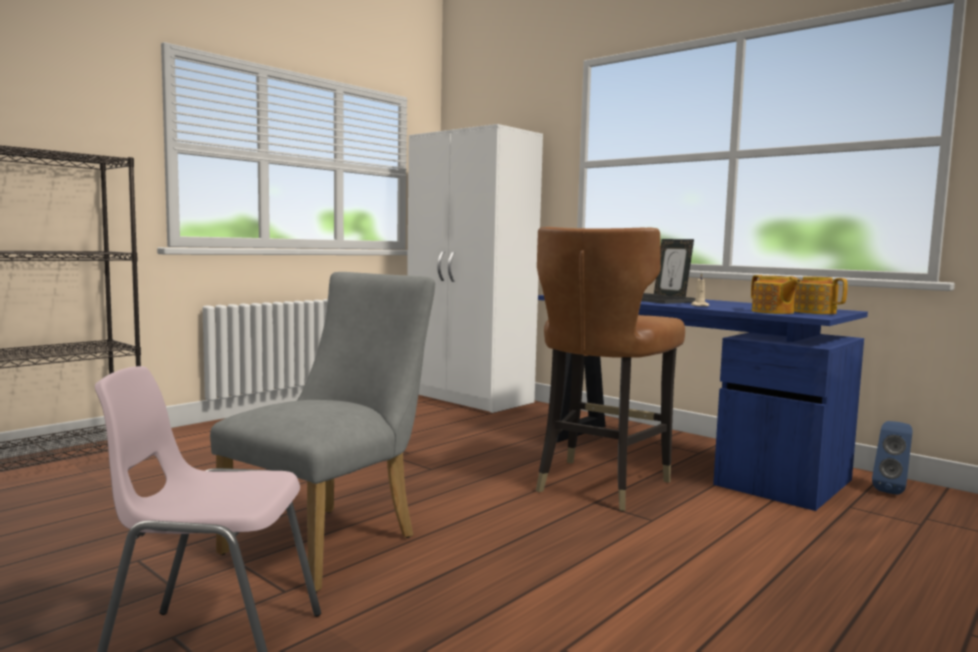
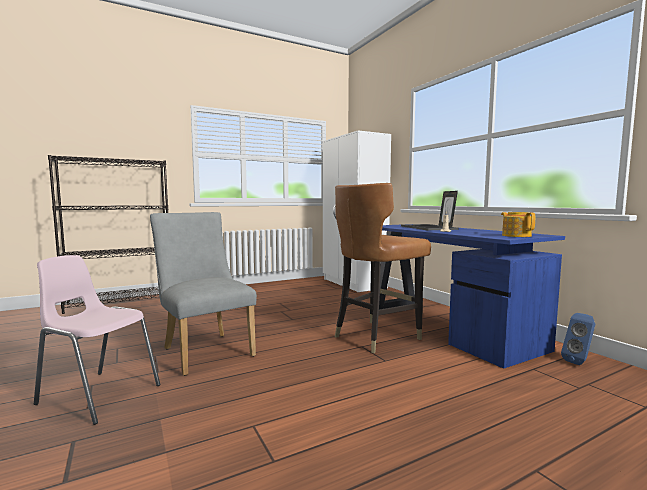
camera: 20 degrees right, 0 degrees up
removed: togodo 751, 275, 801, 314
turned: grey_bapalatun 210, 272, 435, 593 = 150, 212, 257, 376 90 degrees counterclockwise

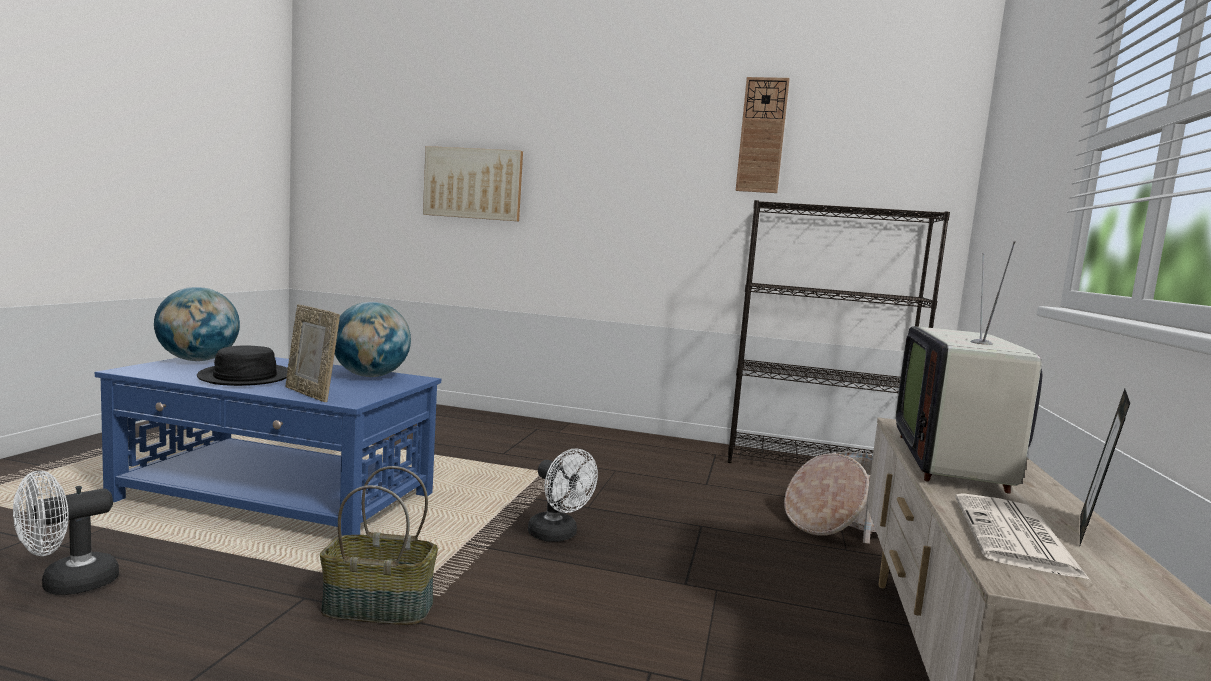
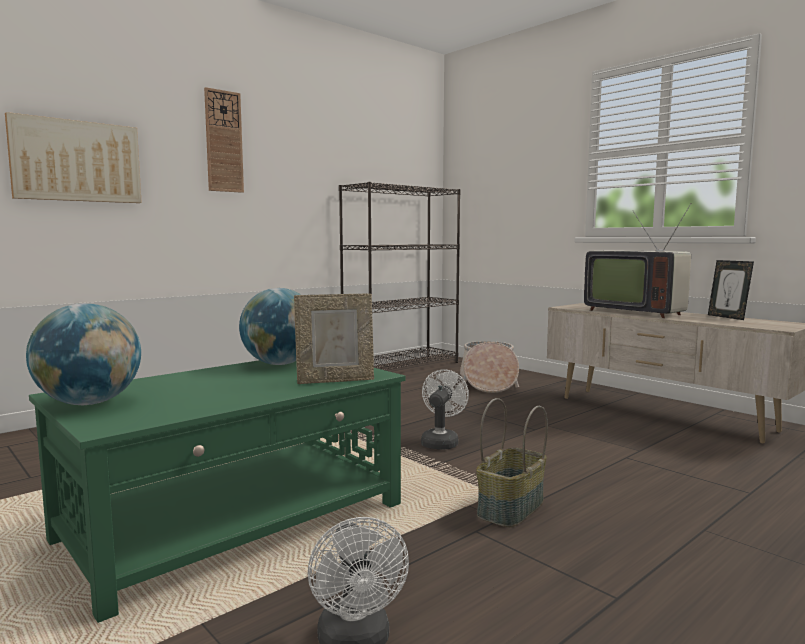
camera: 55 degrees left, 0 degrees up
removed: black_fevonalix 197, 346, 288, 386; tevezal 955, 493, 1091, 581
moved: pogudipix 735, 77, 790, 193 to 204, 87, 244, 193
recoloured: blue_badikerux 95, 357, 441, 536 to green_badikerux 29, 360, 405, 623
turned: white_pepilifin 528, 449, 598, 542 = 421, 369, 469, 450 60 degrees counterclockwise

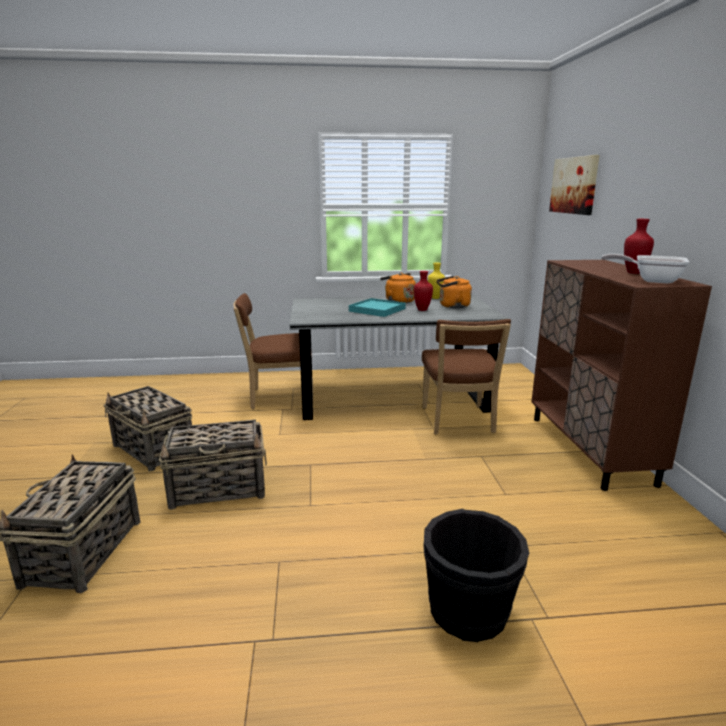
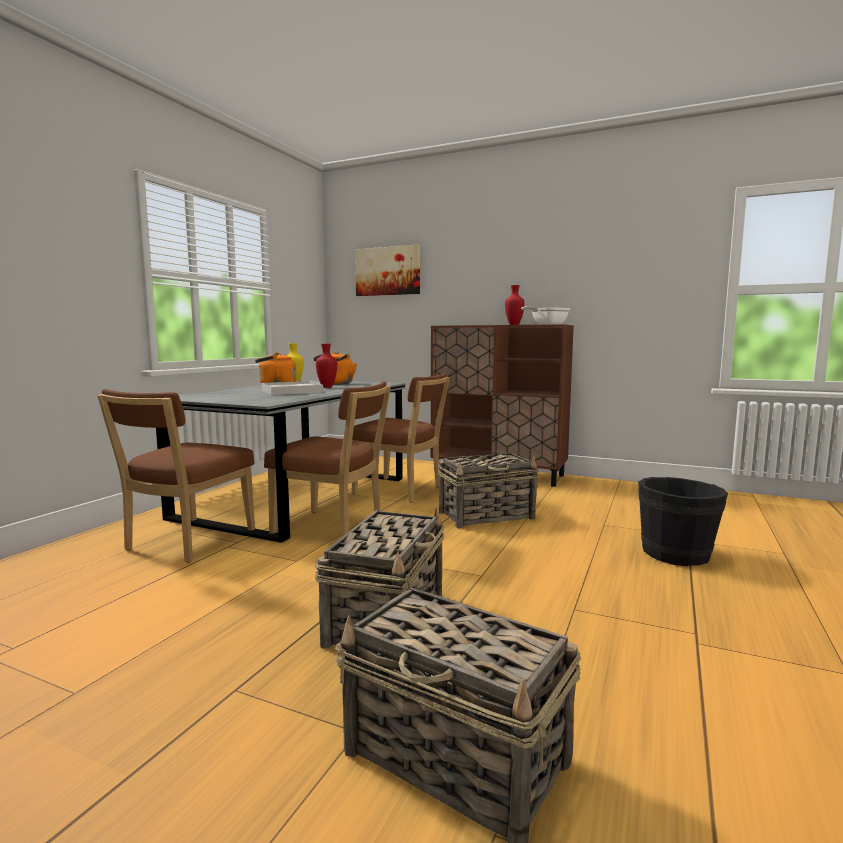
camera: 60 degrees left, 10 degrees down
added: brown_bapalatun 264, 381, 391, 537
moved: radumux 103, 386, 192, 471 to 438, 453, 539, 528
recoloured: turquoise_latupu 349, 298, 406, 317 to white_latupu 261, 381, 323, 395

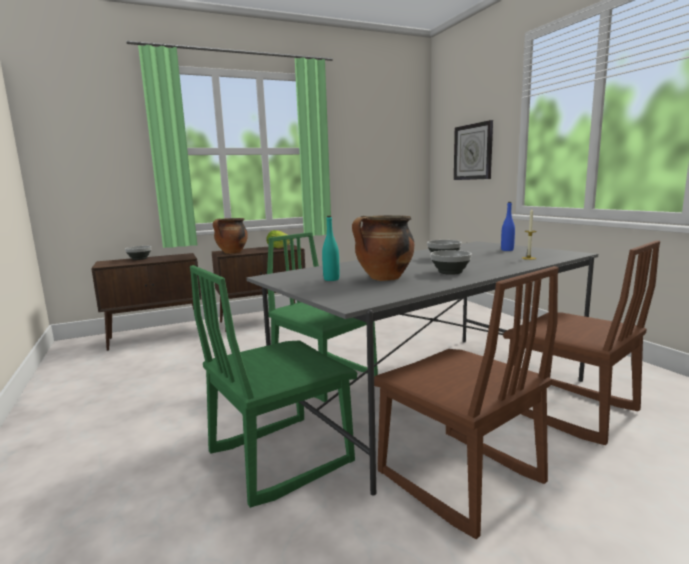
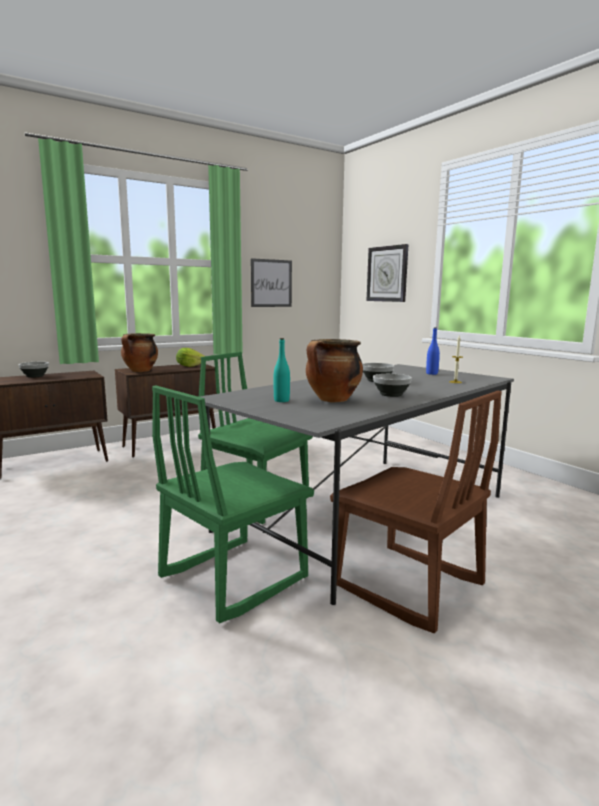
camera: 10 degrees left, 0 degrees up
removed: brown_bapalatun 503, 240, 660, 445
added: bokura 251, 258, 292, 307

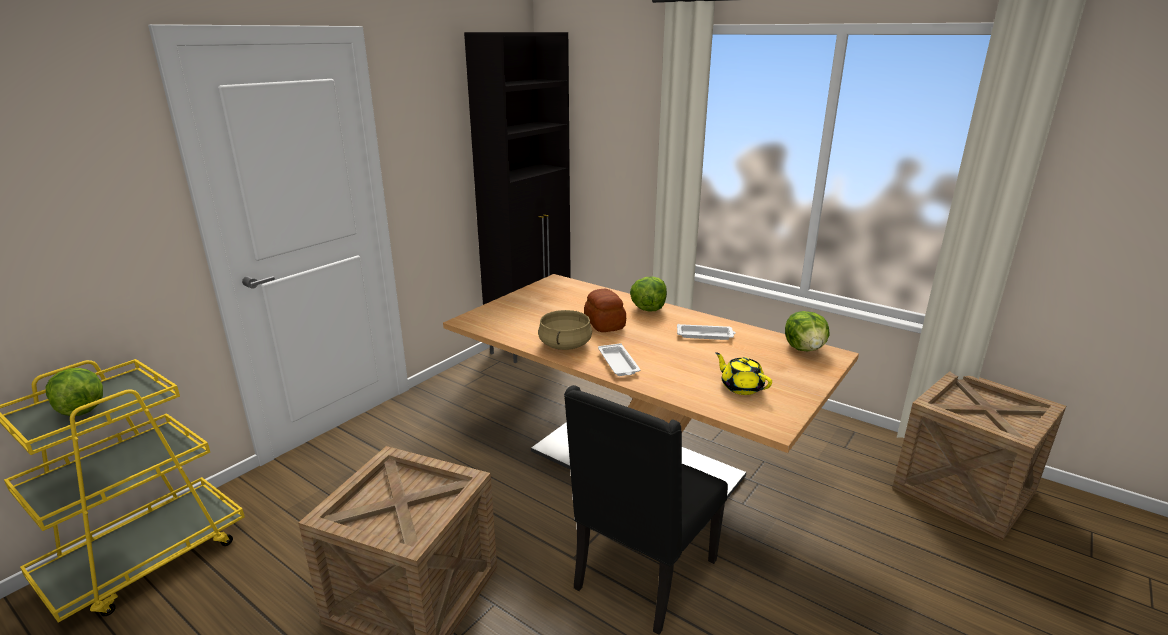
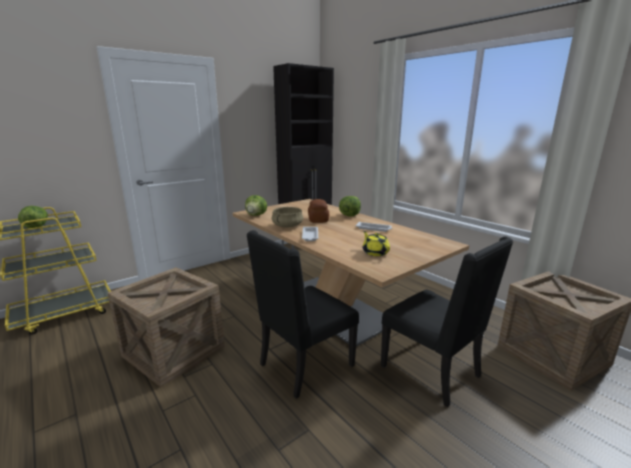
camera: 15 degrees right, 5 degrees down
added: black_bapalatun 381, 236, 513, 407
moved: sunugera 785, 311, 830, 351 to 245, 195, 267, 216

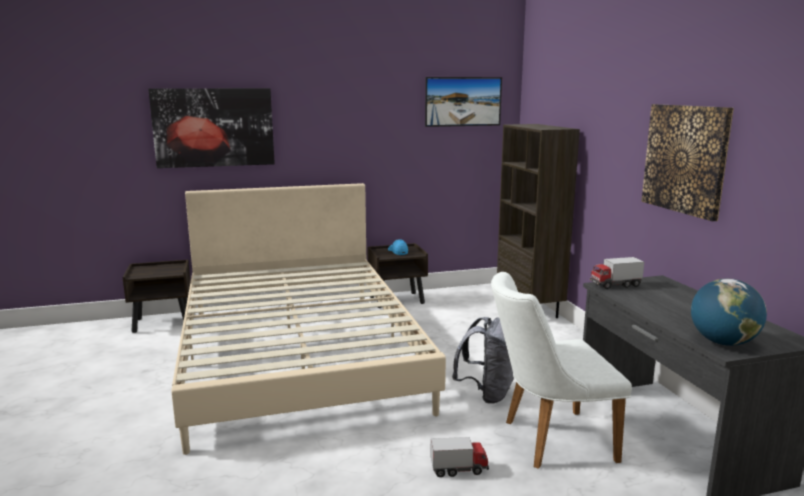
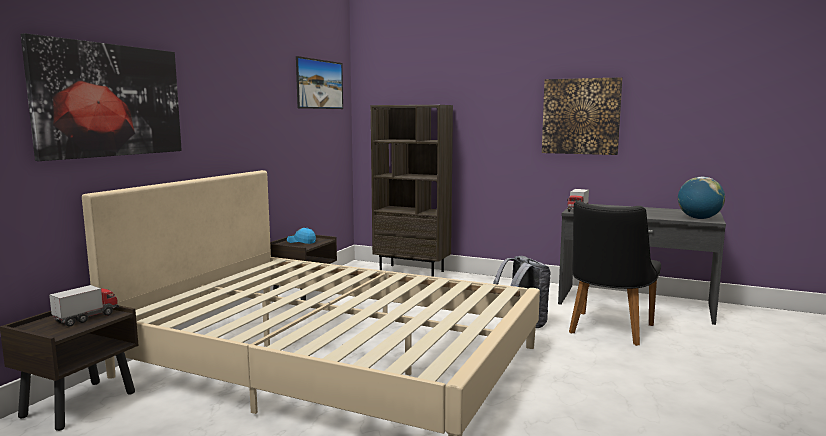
camera: 50 degrees left, 5 degrees down
moved: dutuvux 430, 437, 489, 477 to 49, 285, 119, 326
recoloured: white_bapalatun 491, 272, 632, 469 to black_bapalatun 569, 201, 661, 346

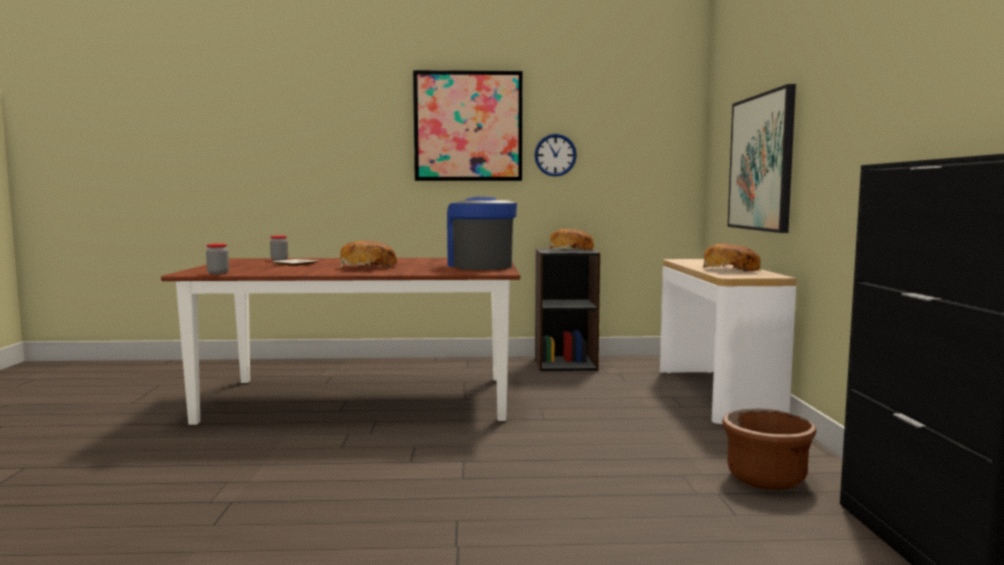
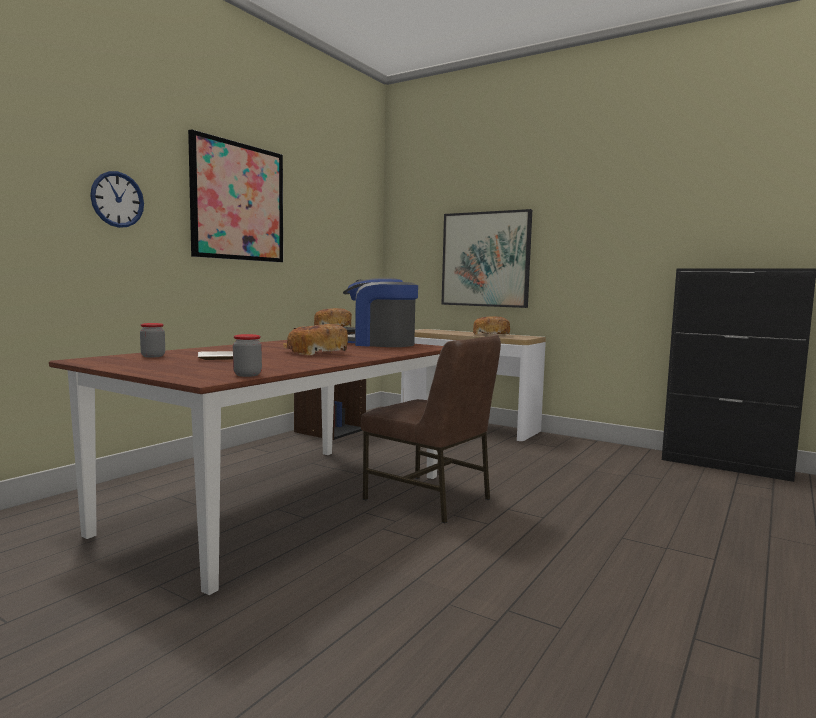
camera: 55 degrees left, 0 degrees up
removed: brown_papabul 722, 409, 817, 490
added: brown_bapalatun 361, 335, 501, 524
moved: pogudipix 534, 134, 577, 177 to 90, 171, 144, 228

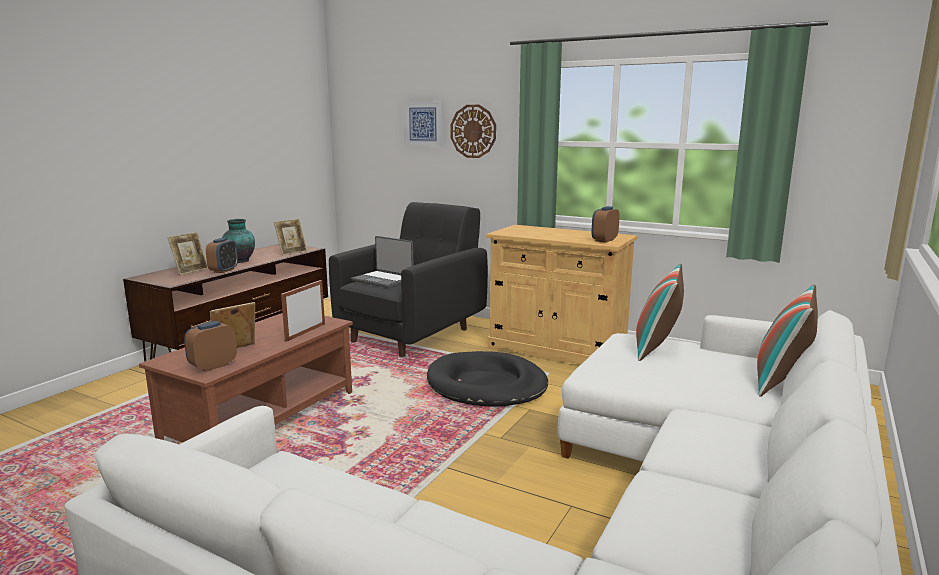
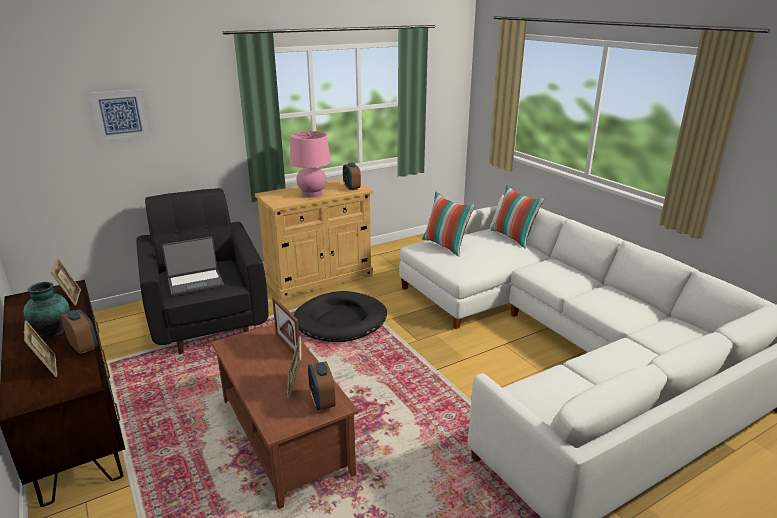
camera: 60 degrees left, 10 degrees up
removed: pogudipix 451, 105, 496, 158
added: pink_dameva 290, 131, 331, 198

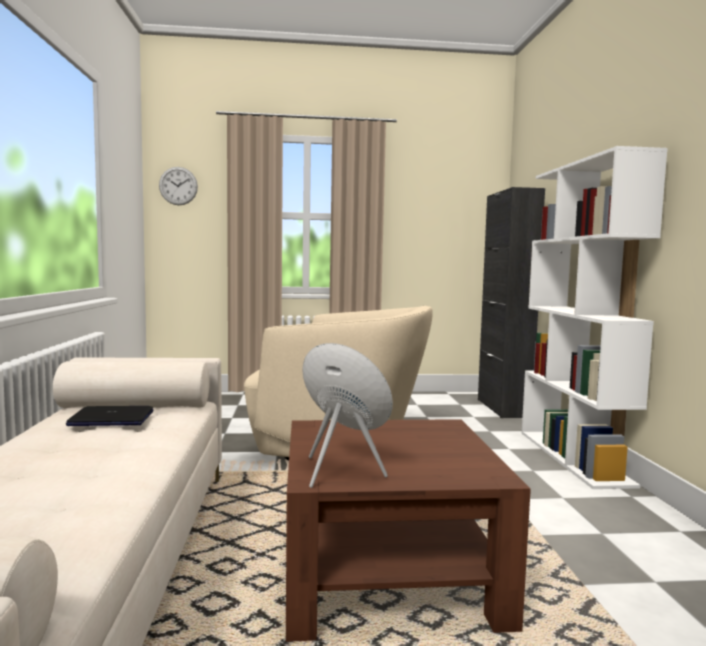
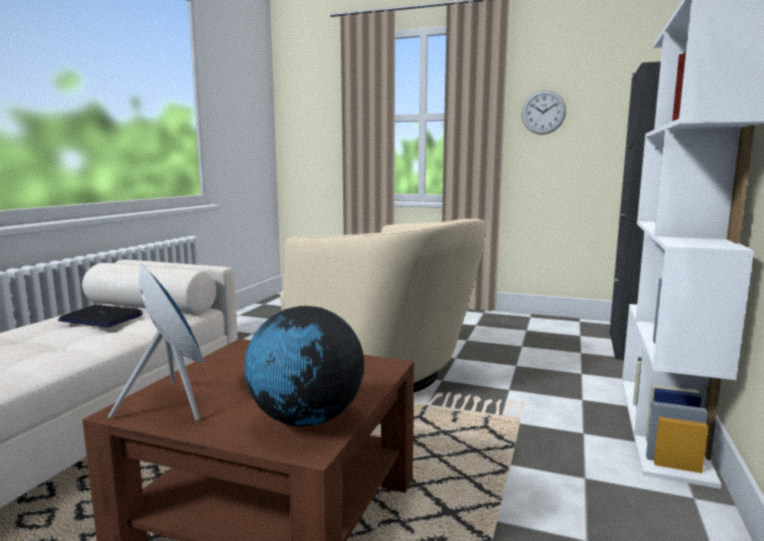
camera: 25 degrees right, 5 degrees up
added: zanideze 244, 306, 364, 427
moved: pogudipix 159, 167, 198, 205 to 522, 90, 566, 135

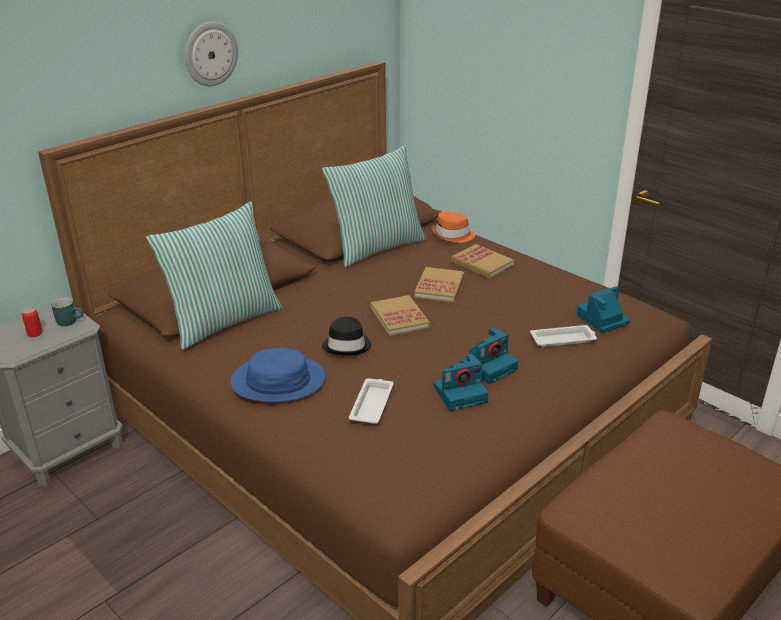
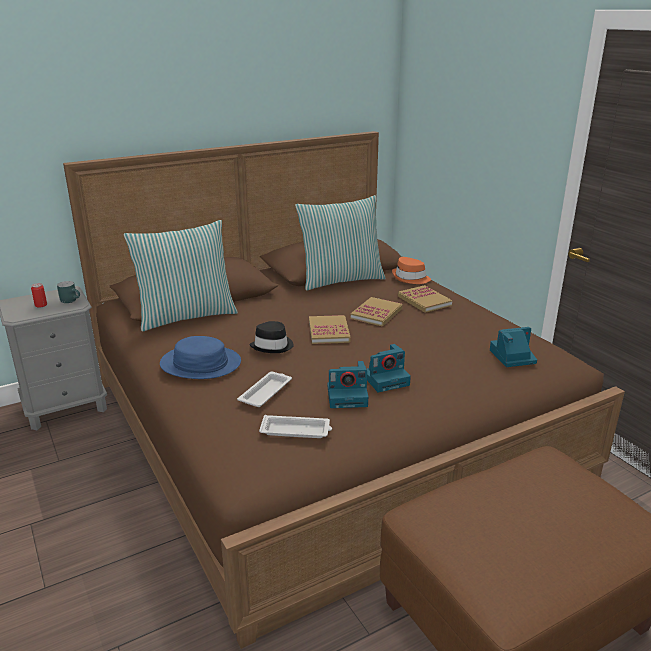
camera: 15 degrees right, 5 degrees down
removed: pogudipix 185, 22, 238, 86
moved: white_latupu 530, 325, 597, 347 to 259, 415, 332, 438

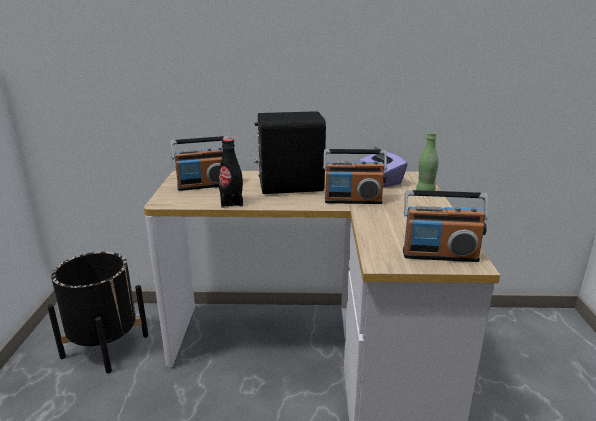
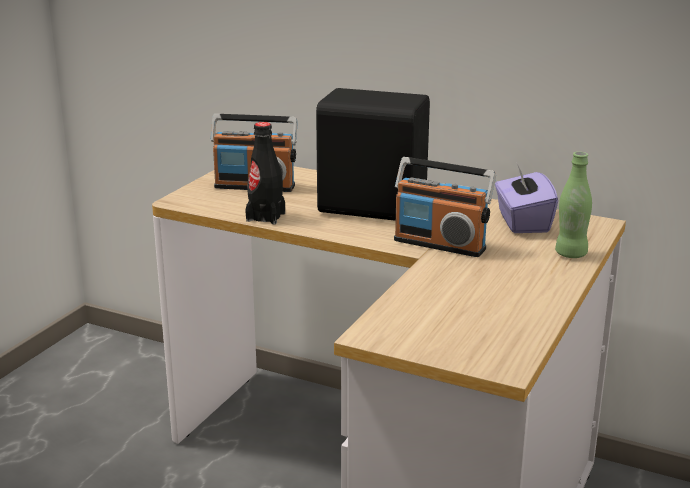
camera: 25 degrees right, 0 degrees up
removed: black_papabul 47, 252, 149, 373; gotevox 403, 190, 488, 262

